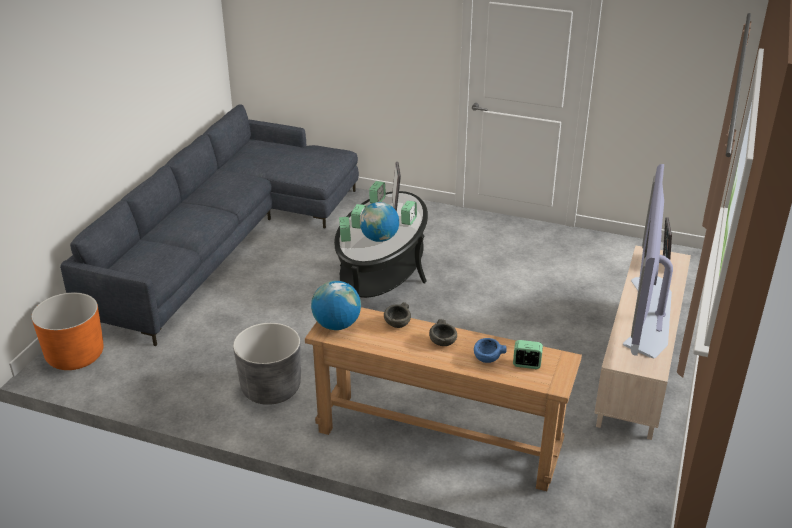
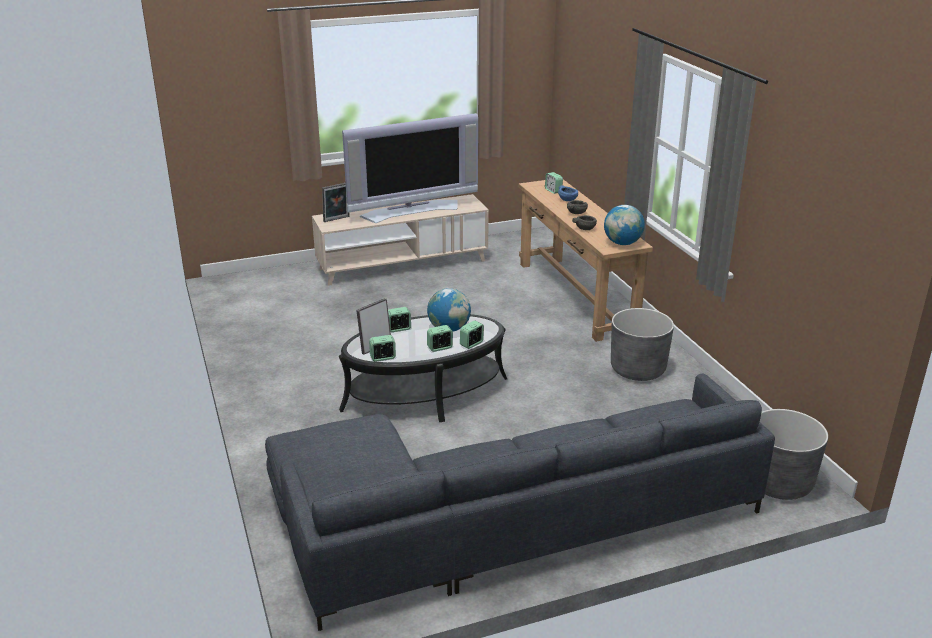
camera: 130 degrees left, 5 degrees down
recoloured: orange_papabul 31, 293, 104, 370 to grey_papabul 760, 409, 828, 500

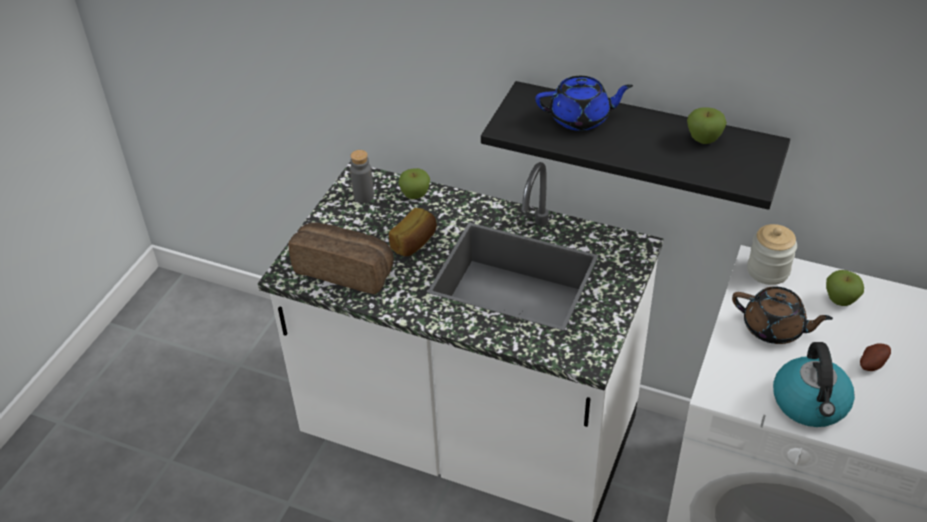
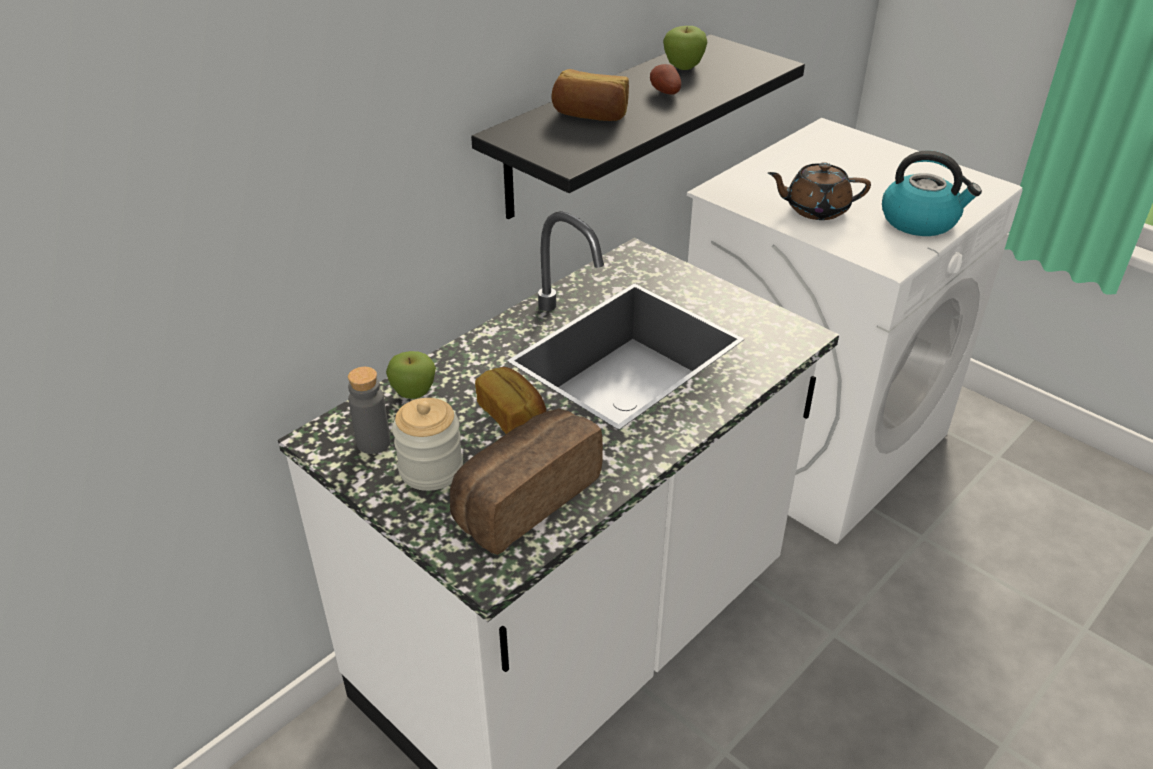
camera: 70 degrees left, 5 degrees down
removed: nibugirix 826, 270, 864, 306
moved: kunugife 747, 224, 797, 285 to 392, 398, 463, 491; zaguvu 860, 343, 891, 371 to 650, 64, 681, 95
replaced: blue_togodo 535, 76, 633, 131 to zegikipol 551, 69, 629, 121
turned: brown_togodo 732, 286, 833, 344 = 768, 162, 871, 220 135 degrees counterclockwise

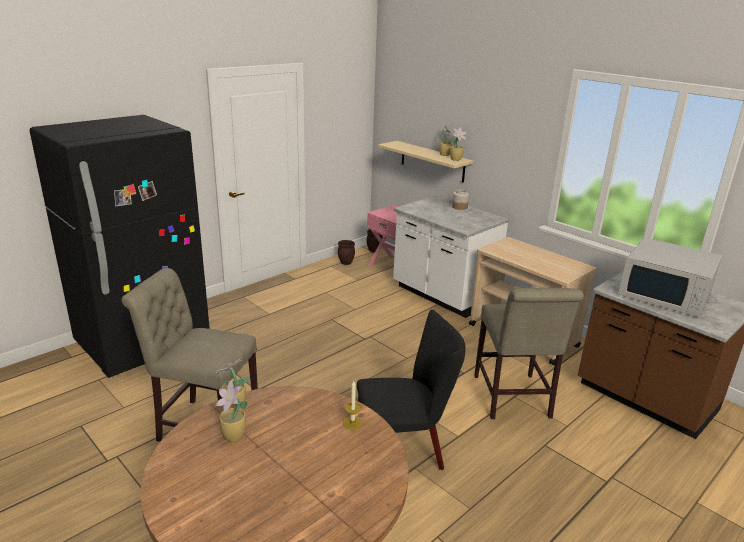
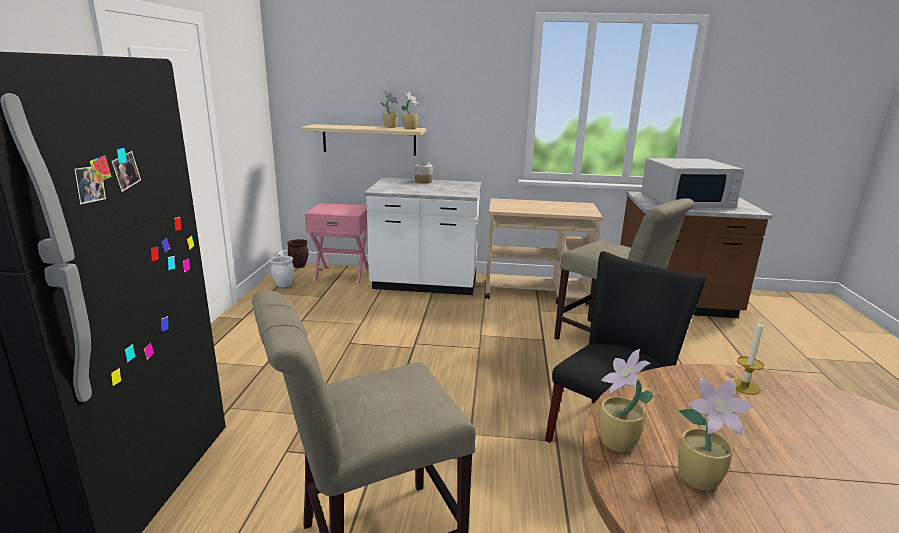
camera: 40 degrees left, 5 degrees down
recoloured: brown_papabul 338, 240, 355, 265 to white_papabul 270, 256, 294, 287

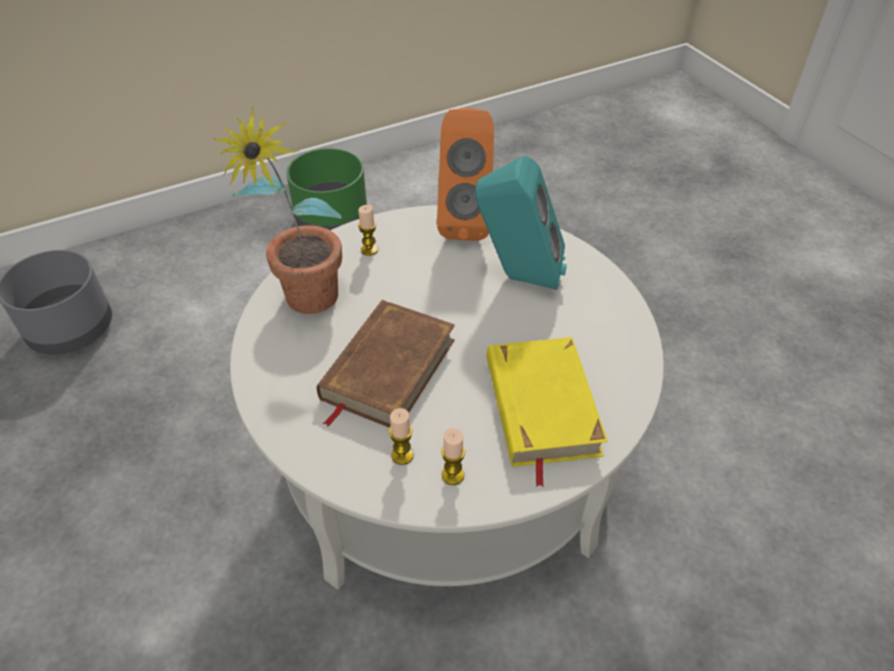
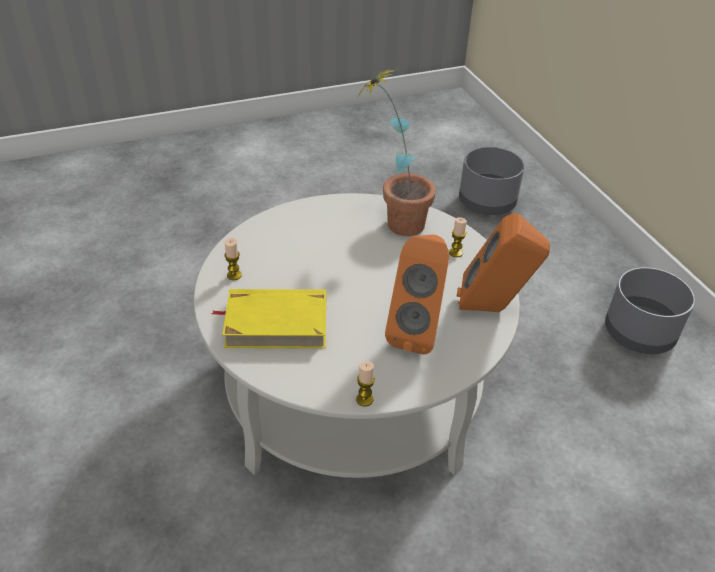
camera: 95 degrees right, 5 degrees down
removed: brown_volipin 317, 300, 455, 428
moved: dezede 389, 408, 414, 465 to 356, 361, 375, 407
recoloured: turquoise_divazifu 475, 156, 567, 290 to orange_divazifu 385, 235, 449, 354; green_papabul 286, 148, 367, 230 to grey_papabul 605, 267, 695, 354

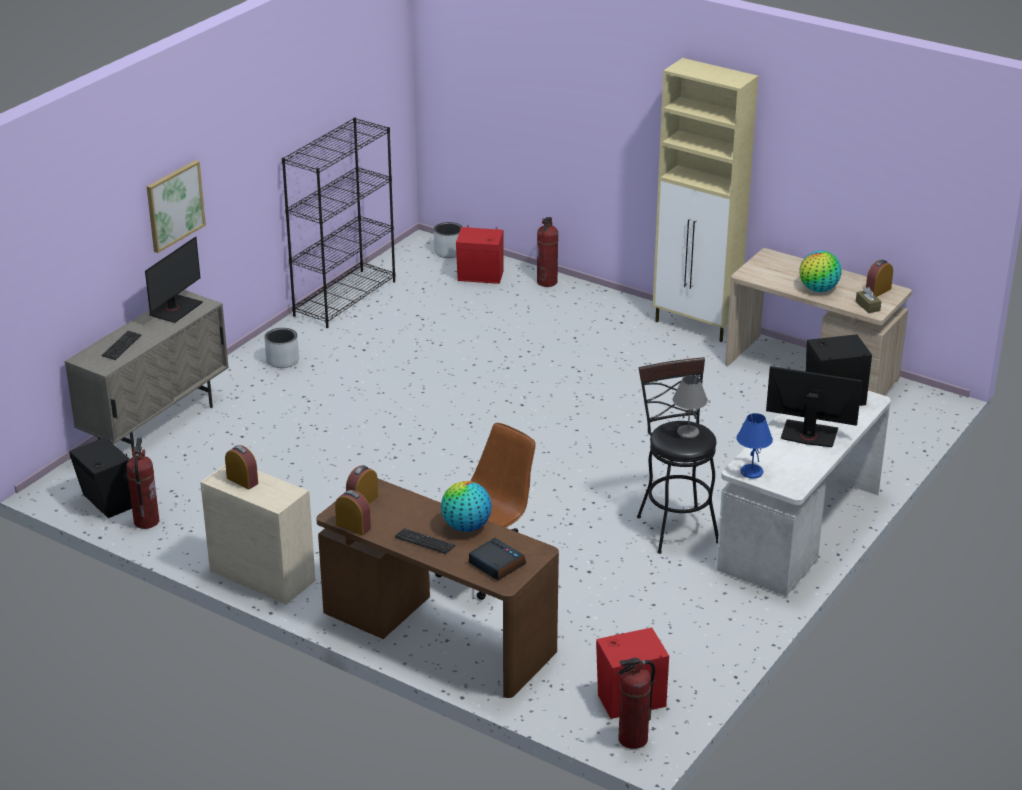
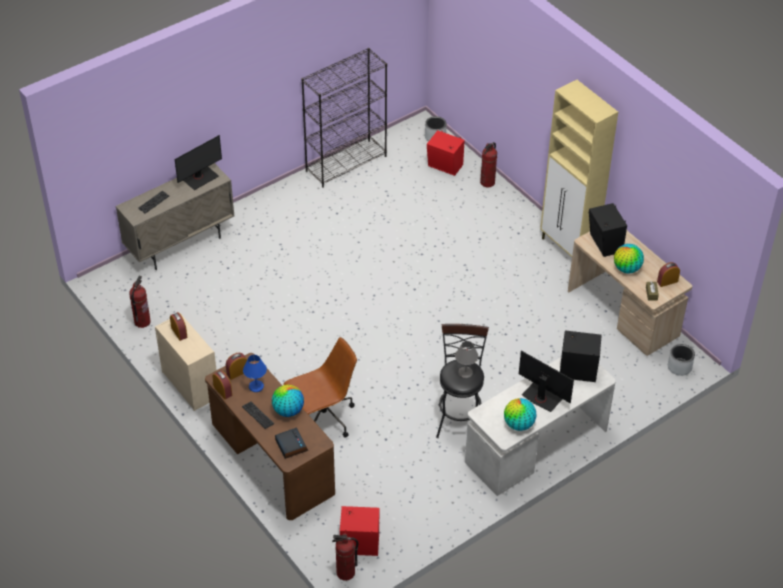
camera: 20 degrees right, 15 degrees up
removed: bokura 147, 160, 206, 253
added: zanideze 504, 398, 536, 431
moved: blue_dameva 736, 413, 773, 479 to 243, 355, 267, 392; black_divazifu 69, 437, 132, 518 to 589, 203, 627, 257; grey_papabul 264, 328, 299, 368 to 668, 344, 695, 376

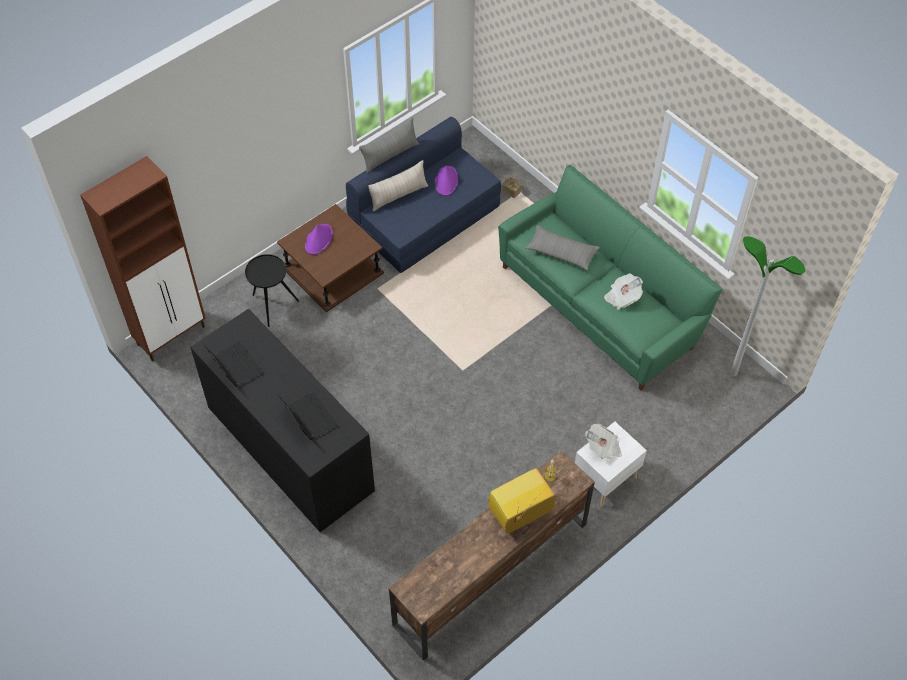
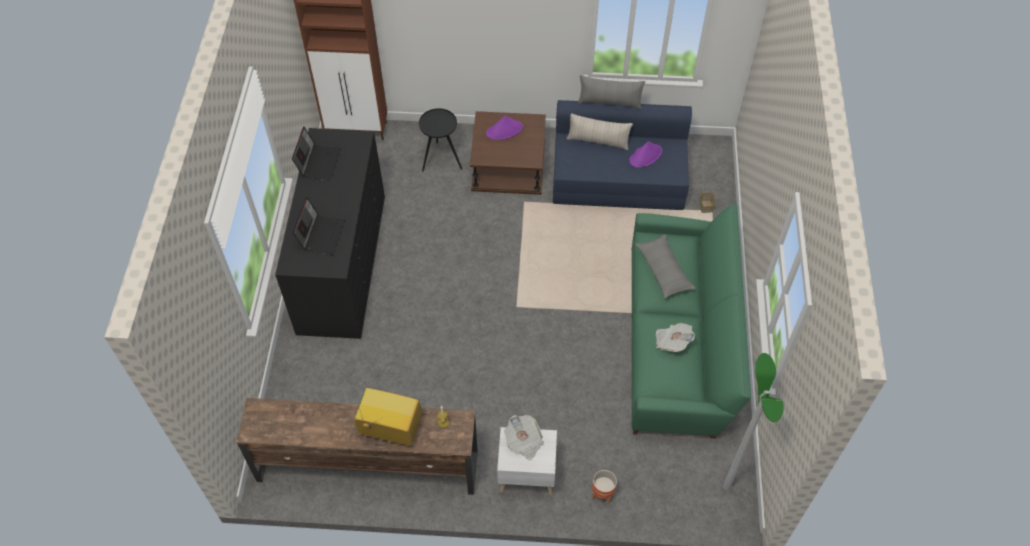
camera: 45 degrees right, 0 degrees up
added: papabul 592, 470, 617, 504

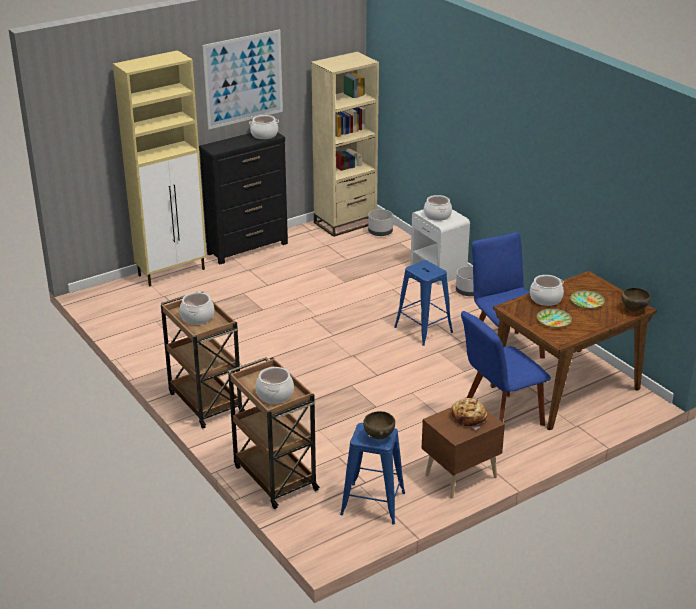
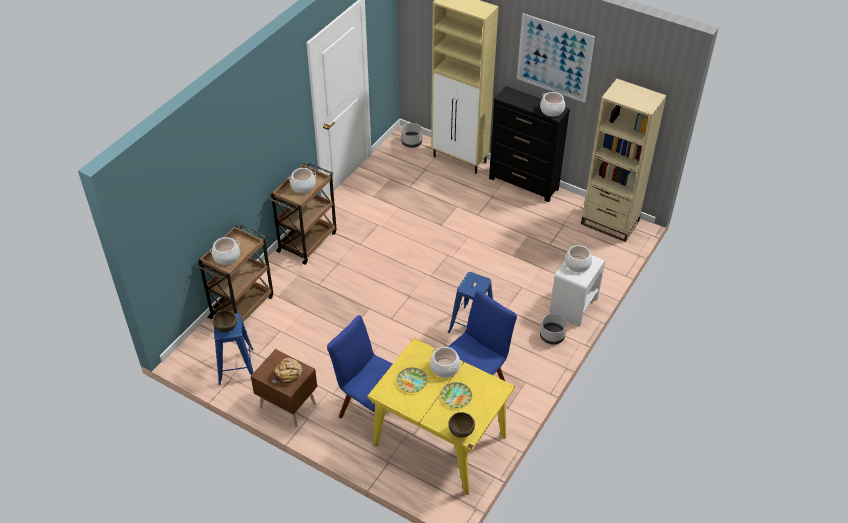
camera: 65 degrees right, 15 degrees up
moved: grey_papabul 368, 209, 393, 236 to 401, 123, 422, 148
recoloured: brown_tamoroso 490, 271, 657, 430 to yellow_tamoroso 367, 338, 515, 495

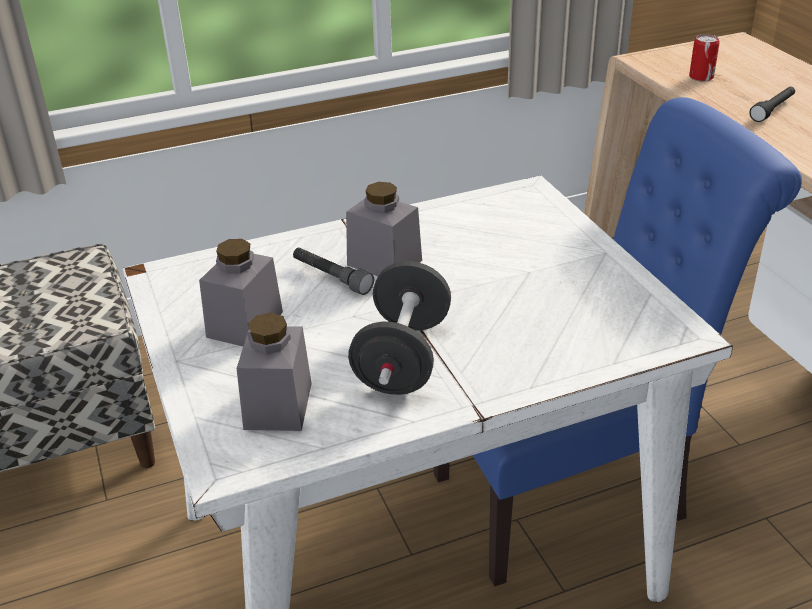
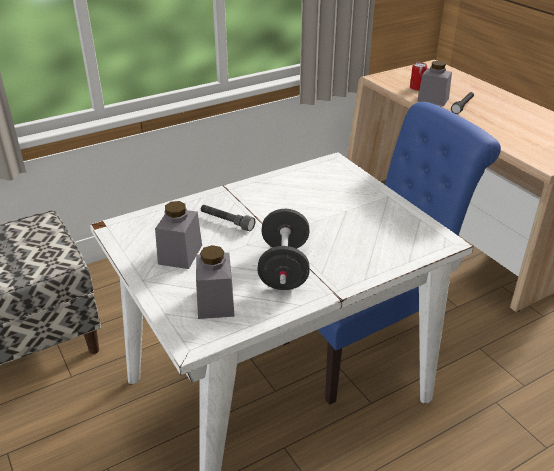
camera: 10 degrees left, 0 degrees up
moved: grey_kunugife 346, 182, 422, 276 to 417, 61, 452, 106

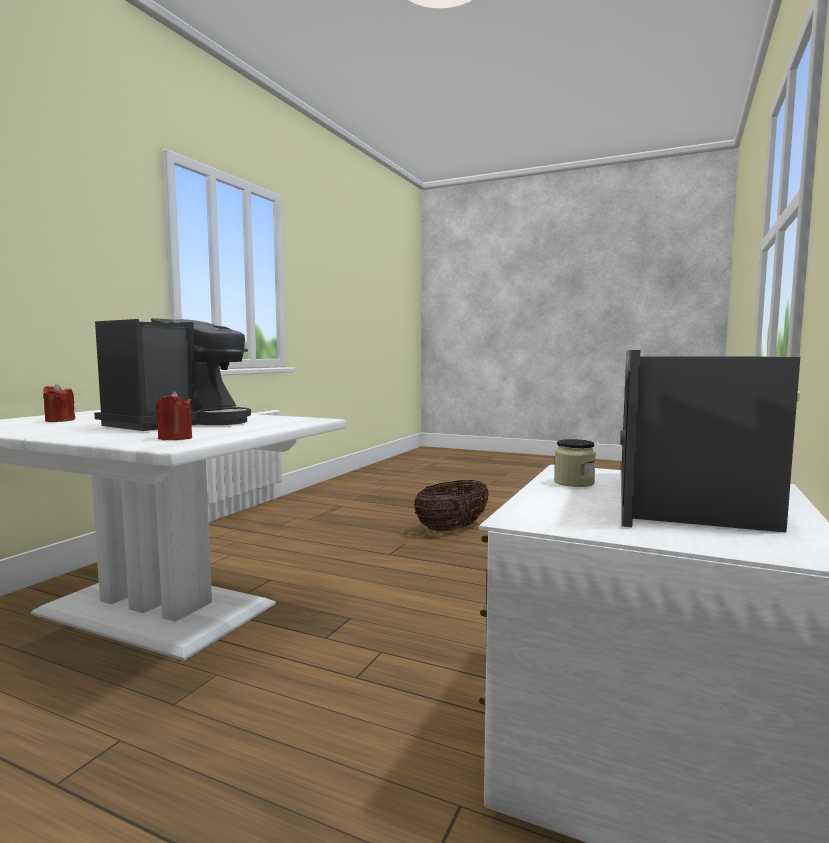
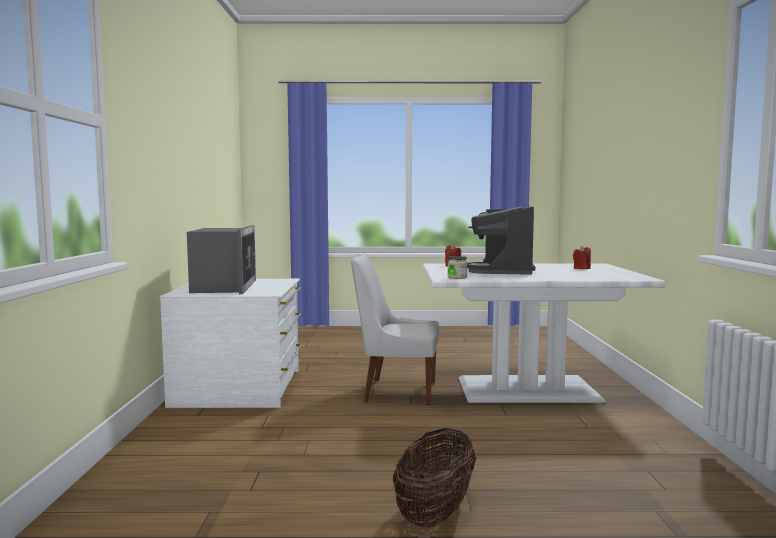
camera: 155 degrees right, 0 degrees up
added: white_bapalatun 351, 255, 439, 406
moved: kunugife 554, 439, 596, 487 to 448, 256, 468, 279

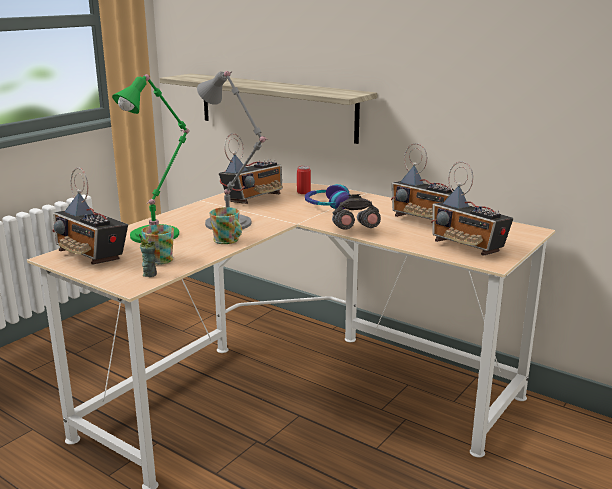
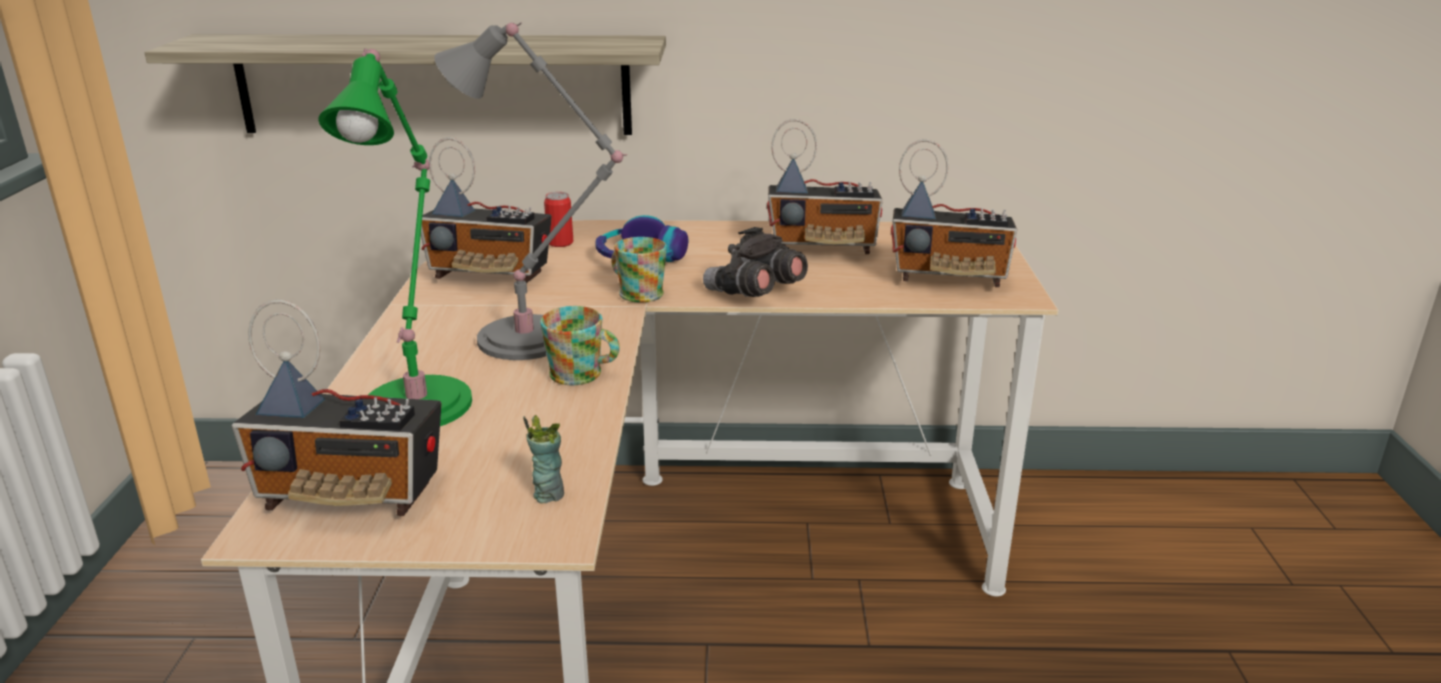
camera: 35 degrees left, 5 degrees up
moved: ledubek 141, 225, 174, 265 to 611, 237, 667, 302
turned: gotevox 219, 133, 282, 204 = 421, 138, 552, 282 90 degrees clockwise

